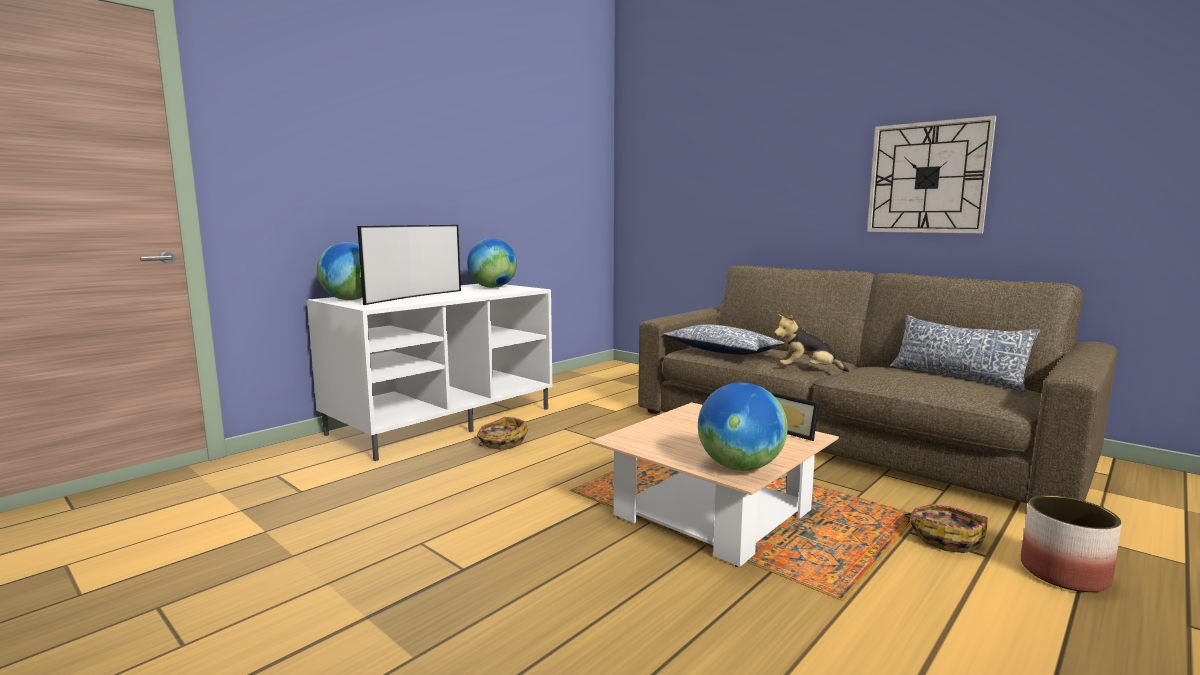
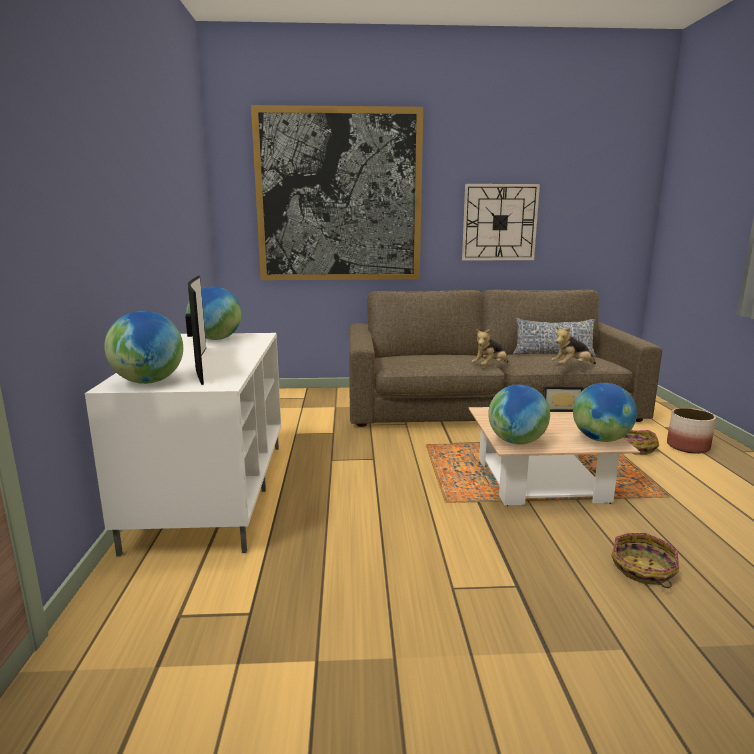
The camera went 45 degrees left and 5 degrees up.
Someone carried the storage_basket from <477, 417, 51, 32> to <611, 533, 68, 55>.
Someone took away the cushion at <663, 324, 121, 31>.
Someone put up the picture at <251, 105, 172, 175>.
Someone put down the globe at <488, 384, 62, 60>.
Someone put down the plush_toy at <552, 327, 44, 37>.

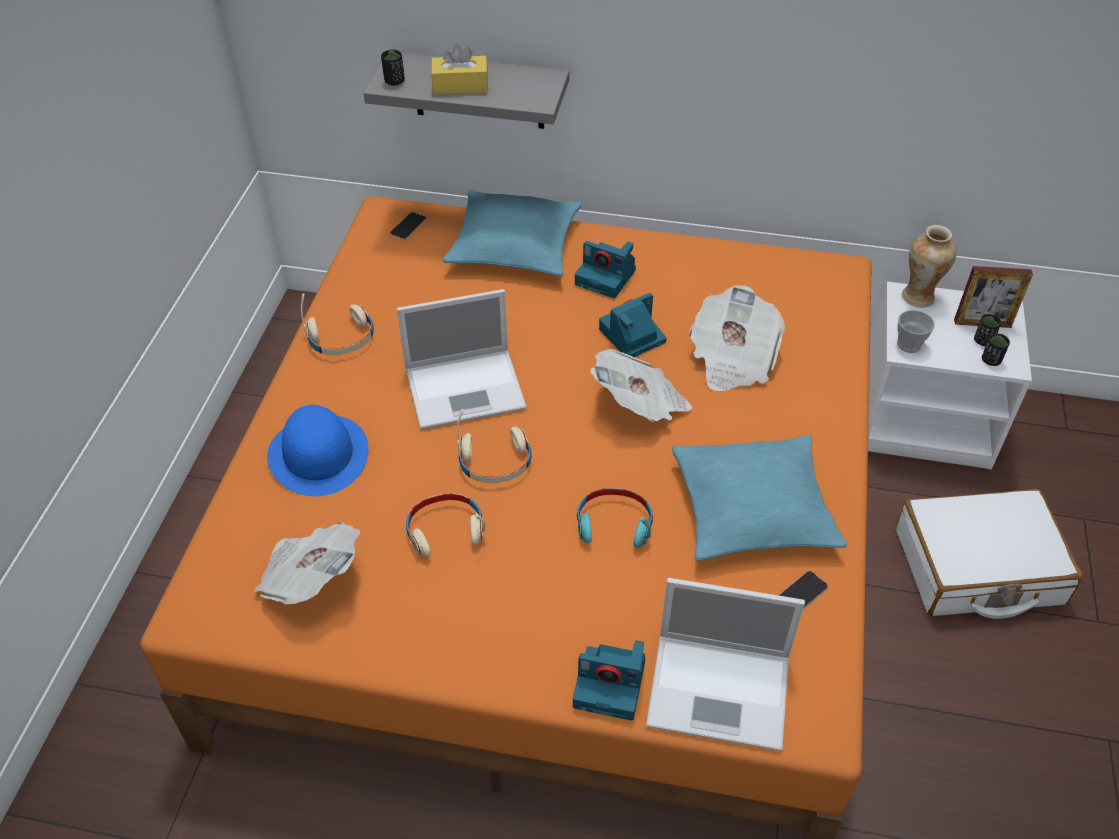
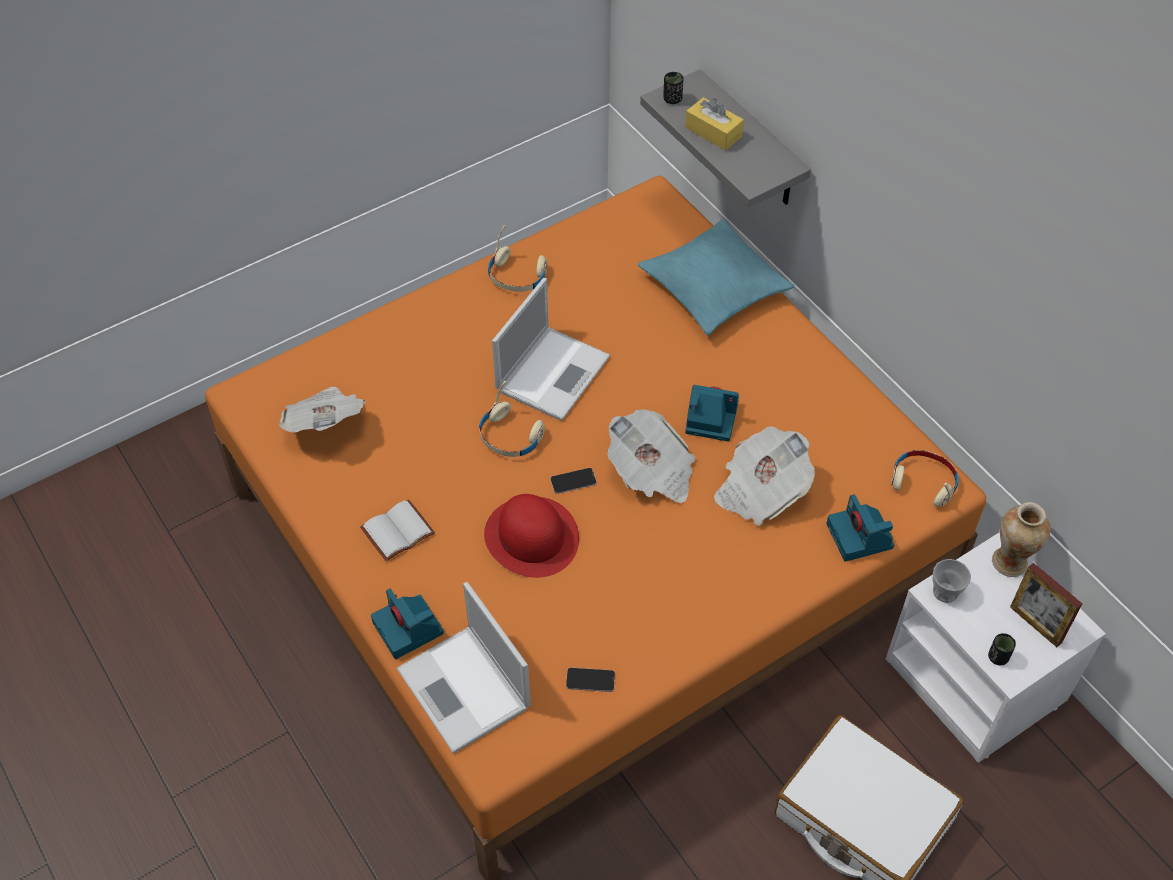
The camera went 45 degrees right and 5 degrees up.
Someone took away the blue_clothing_hat at <267, 405, 101, 91>.
Someone carried the telephone from <390, 212, 37, 28> to <550, 468, 47, 26>.
Someone rotated the notebook_computer at <397, 289, 130, 141> by 90 degrees counterclockwise.
Someone carried the beige_headphones from <406, 493, 79, 64> to <891, 450, 68, 57>.
Someone carried the still_camera from <575, 241, 61, 57> to <826, 494, 68, 68>.
Someone swapped the blue-green_headphones at <577, 488, 76, 60> for the red_clothing_hat at <484, 494, 95, 84>.
Someone took away the blue-green_cushion at <672, 435, 175, 126>.
Someone took away the blackish_cup at <974, 314, 27, 32>.
Someone put down the whitish_volume at <360, 499, 75, 63>.

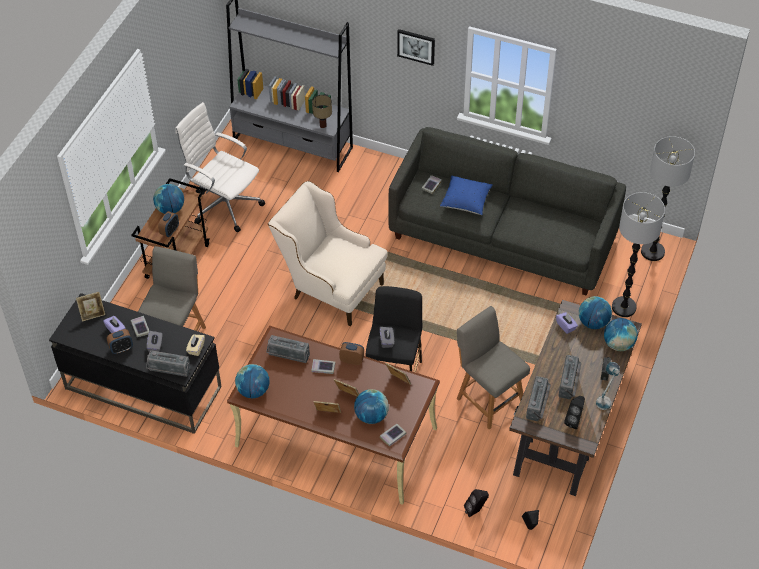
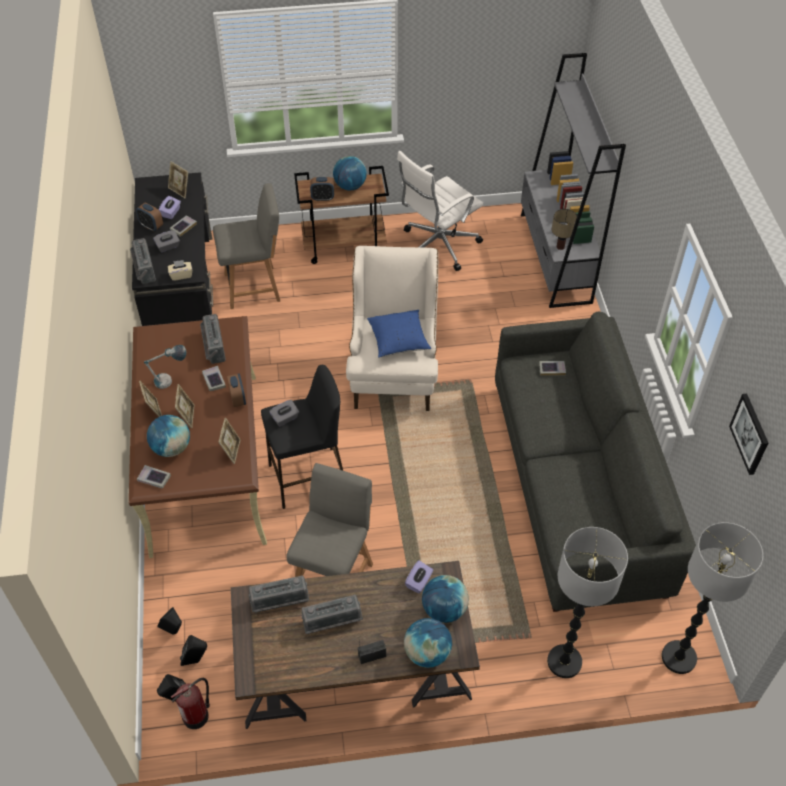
The camera went 60 degrees right and 0 degrees up.
Someone rotated the whitish_desk_chair at <175, 102, 90, 130> by 135 degrees counterclockwise.
Someone took away the globe at <235, 364, 34, 34>.
Someone carried the picture from <397, 29, 38, 37> to <729, 394, 39, 81>.
Someone carried the blue_cushion from <440, 175, 53, 40> to <367, 310, 64, 48>.
Someone carried the blackish_loudspeaker from <564, 396, 21, 33> to <180, 635, 27, 31>.
Someone carried the tabletop_lamp from <596, 362, 24, 48> to <144, 345, 42, 44>.
Someone put down the extinguisher at <171, 678, 39, 51>.

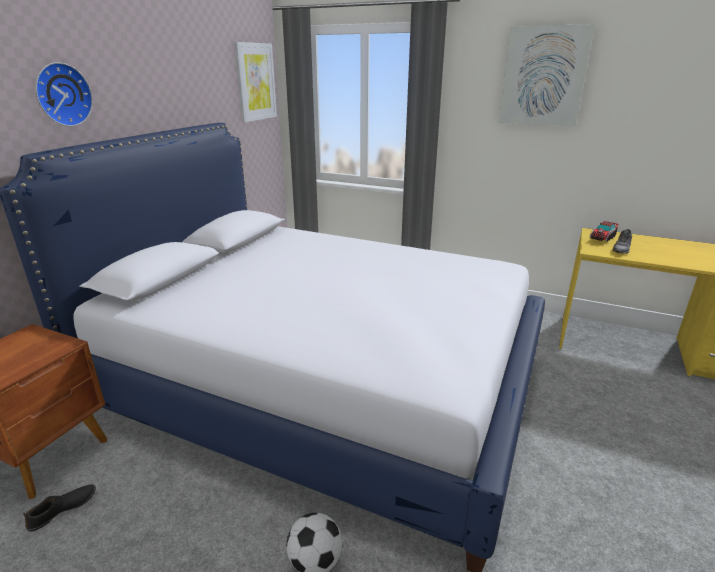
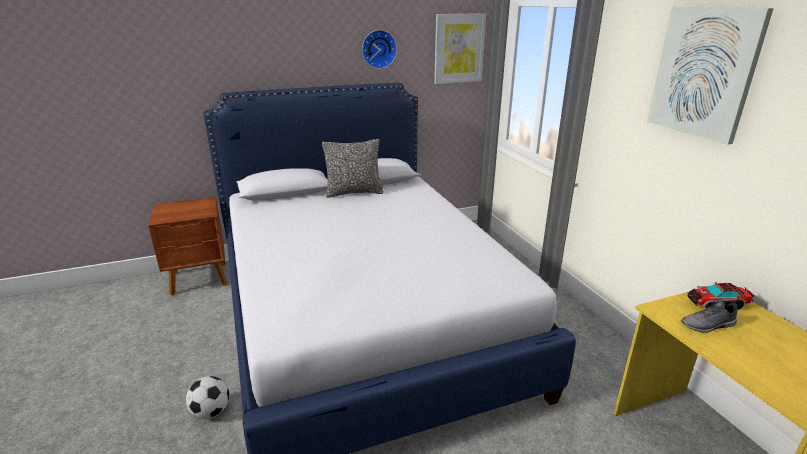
The camera went 45 degrees right and 0 degrees up.
Someone took away the blackish_low_shoe at <23, 485, 73, 47>.
Someone carried the wall_clock from <35, 62, 58, 65> to <362, 30, 35, 39>.
Someone put down the cushion at <322, 139, 62, 59>.

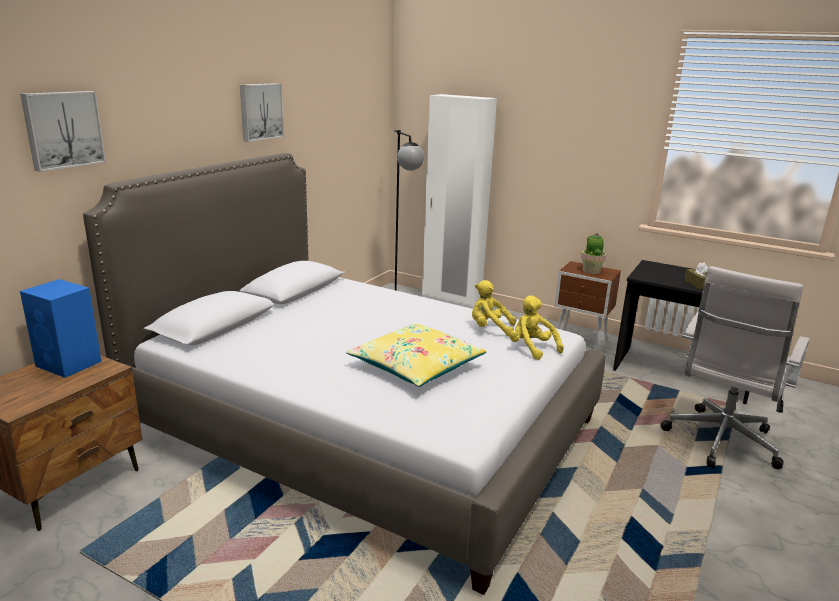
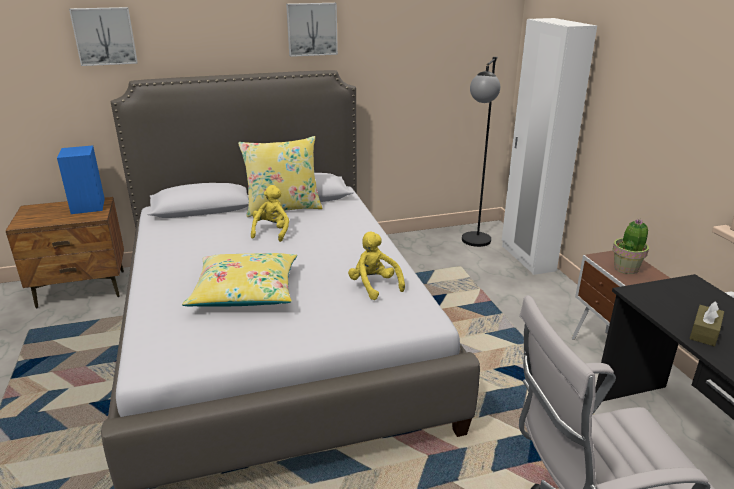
The camera went 45 degrees right and 5 degrees up.
Someone carried the yellow-coloured_plush_toy from <509, 295, 55, 65> to <251, 185, 38, 57>.
Someone put down the yellow-coloured_cushion at <238, 136, 85, 81>.

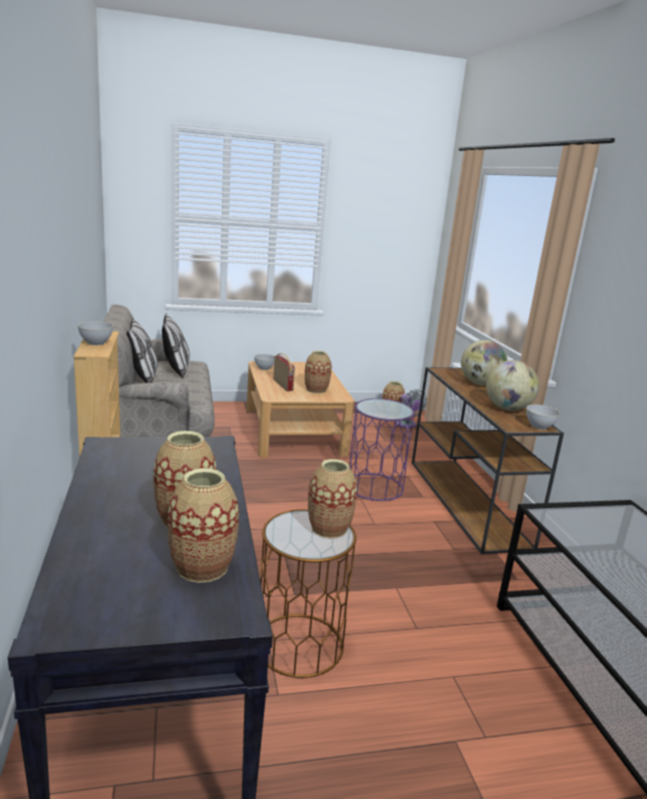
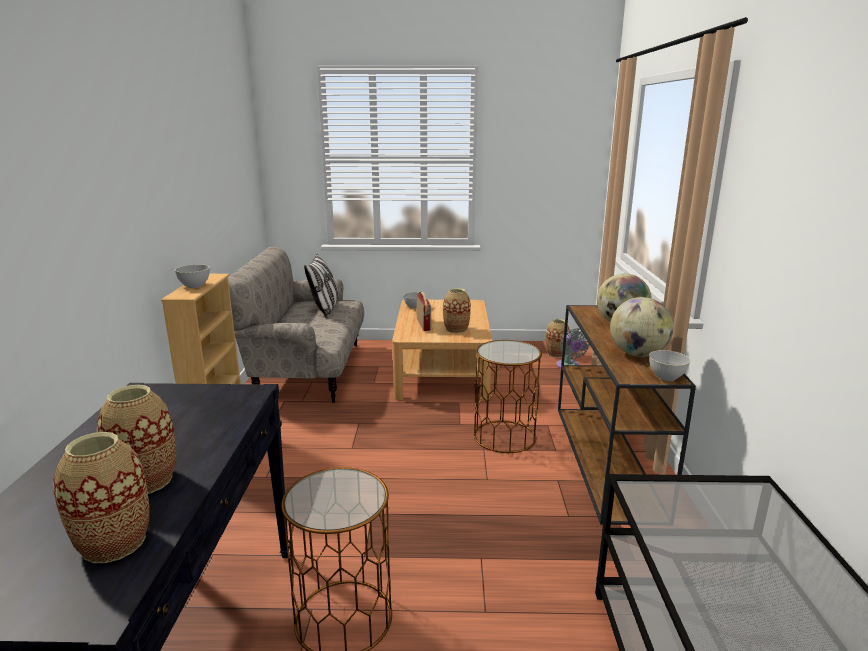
The camera went 15 degrees right and 0 degrees up.
Someone took away the cushion at <127, 318, 31, 65>.
Someone took away the vase at <308, 459, 49, 80>.
Someone repainted the purple-coloured_accent_table at <349, 398, 66, 103>, which became the brown-coloured_accent_table at <474, 340, 68, 113>.

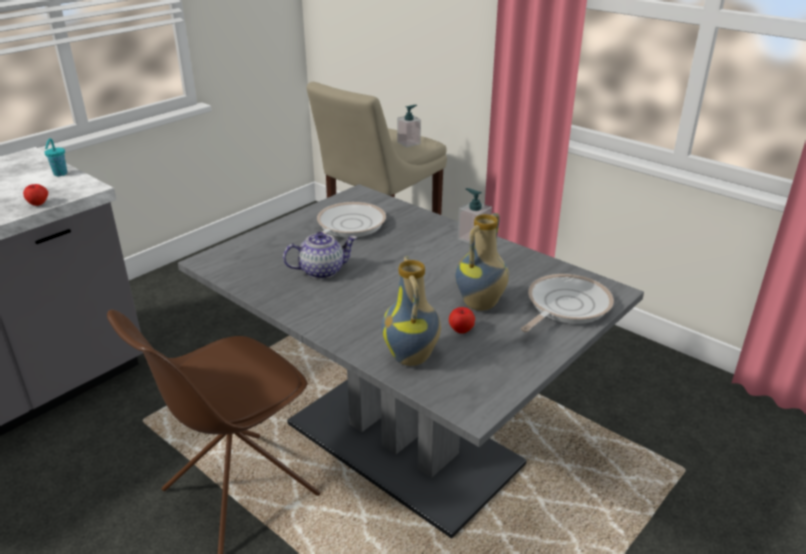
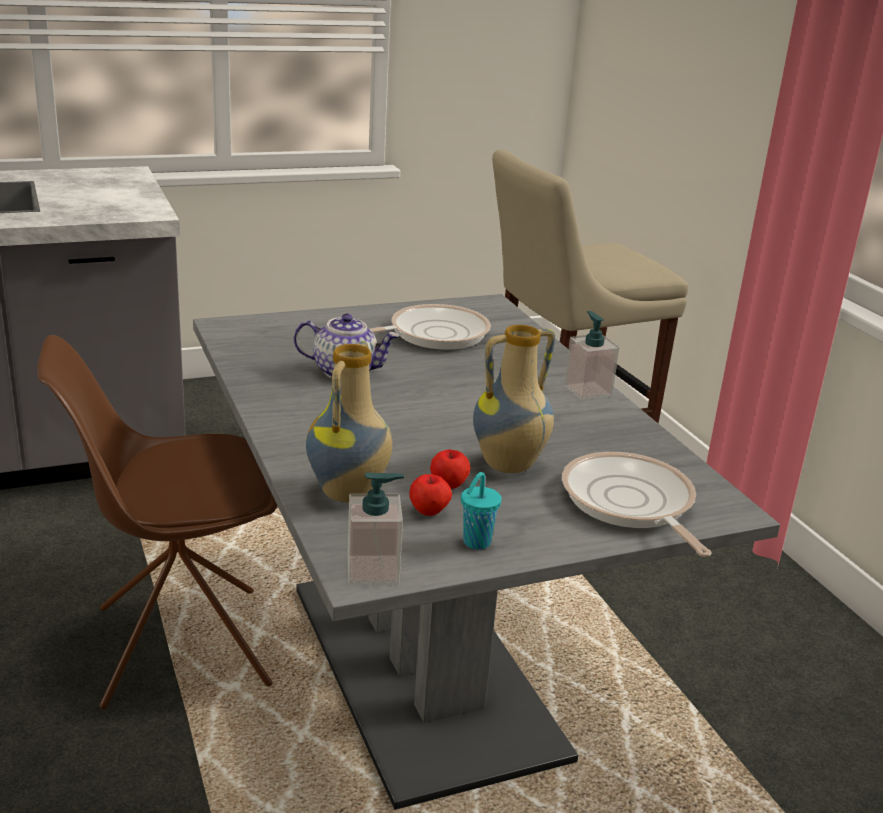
The camera went 25 degrees right and 5 degrees down.
Someone carried the apple_fruit from <23, 184, 25, 22> to <409, 474, 43, 42>.
Someone carried the blue-green_cup from <44, 138, 23, 38> to <461, 472, 41, 77>.
Someone carried the soap_dispenser from <397, 105, 24, 42> to <348, 472, 56, 113>.
Someone rotated the pan at <521, 274, 93, 58> by 90 degrees counterclockwise.

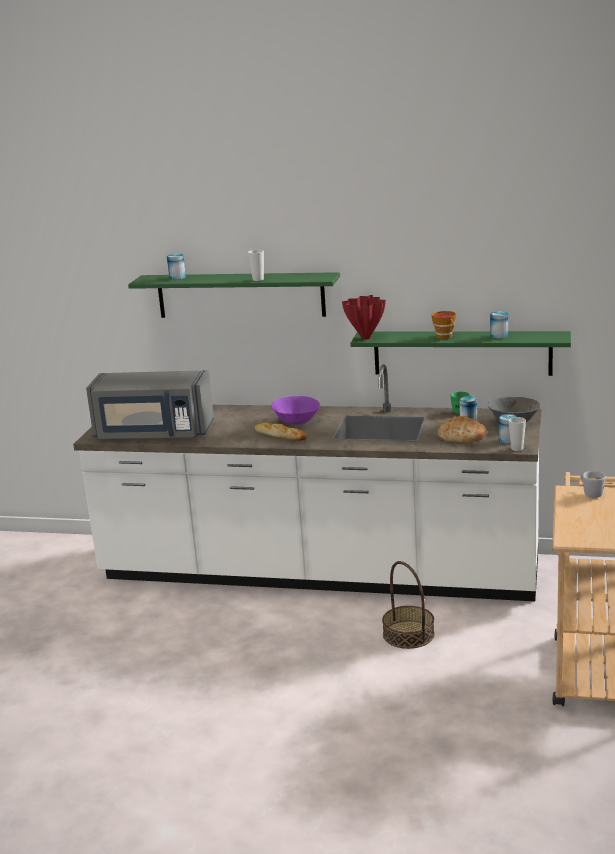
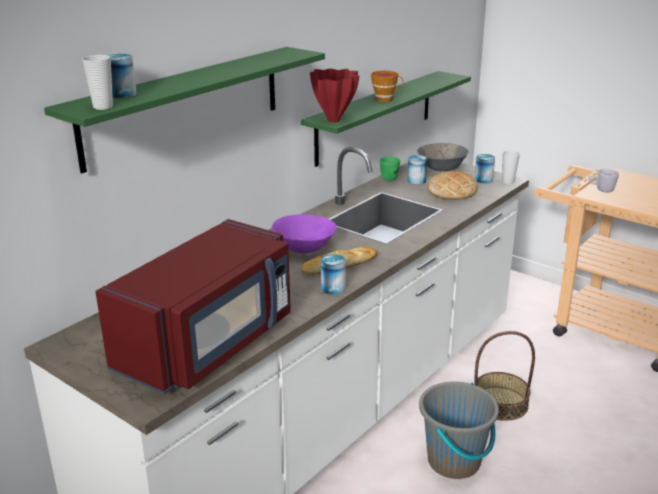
The camera went 65 degrees left and 5 degrees up.
Someone repainted the gray_microwave at <86, 370, 128, 69>, which became the red_microwave at <95, 219, 196, 176>.
Someone carried the cup from <248, 250, 16, 31> to <82, 55, 31, 55>.
Someone carried the metal_can from <490, 311, 18, 28> to <321, 254, 25, 41>.
Someone put down the gray_pail at <419, 382, 80, 97>.

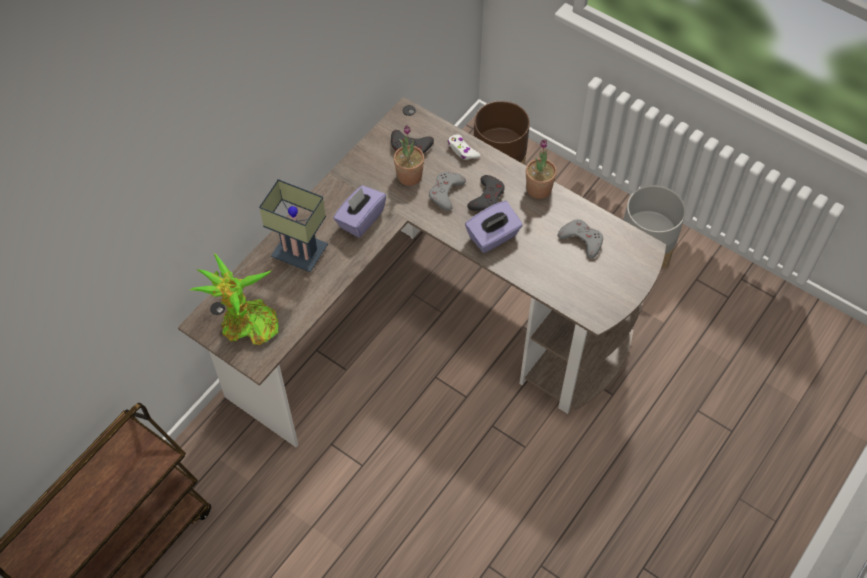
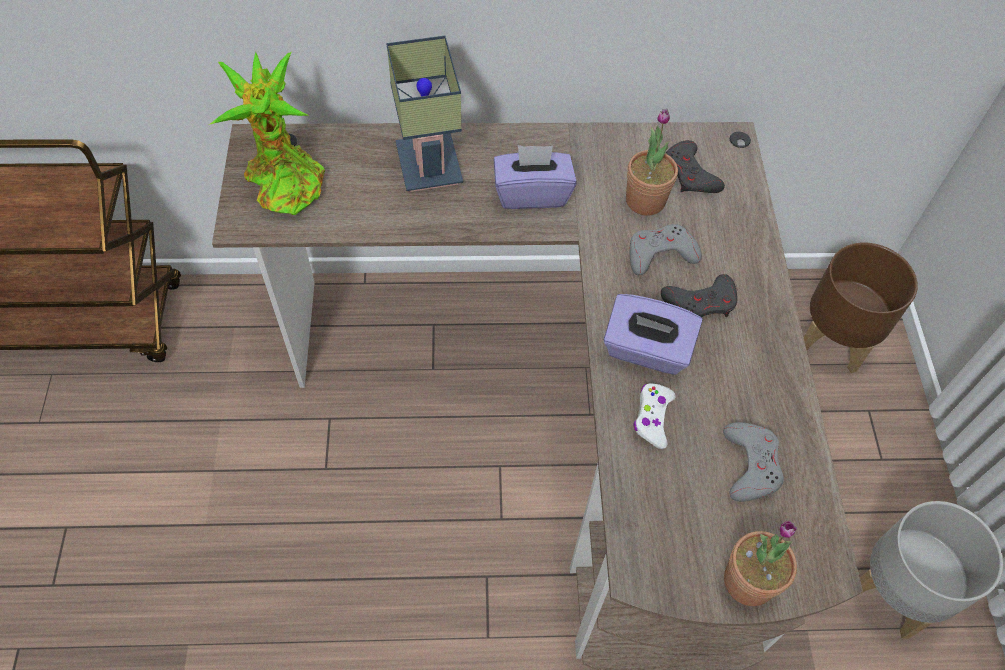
The camera went 50 degrees right and 0 degrees up.
Someone carried the whitish_gamepad from <448, 135, 32, 25> to <633, 384, 43, 65>.
Someone carried the plant_in_a_pot from <526, 139, 31, 60> to <724, 521, 73, 85>.

